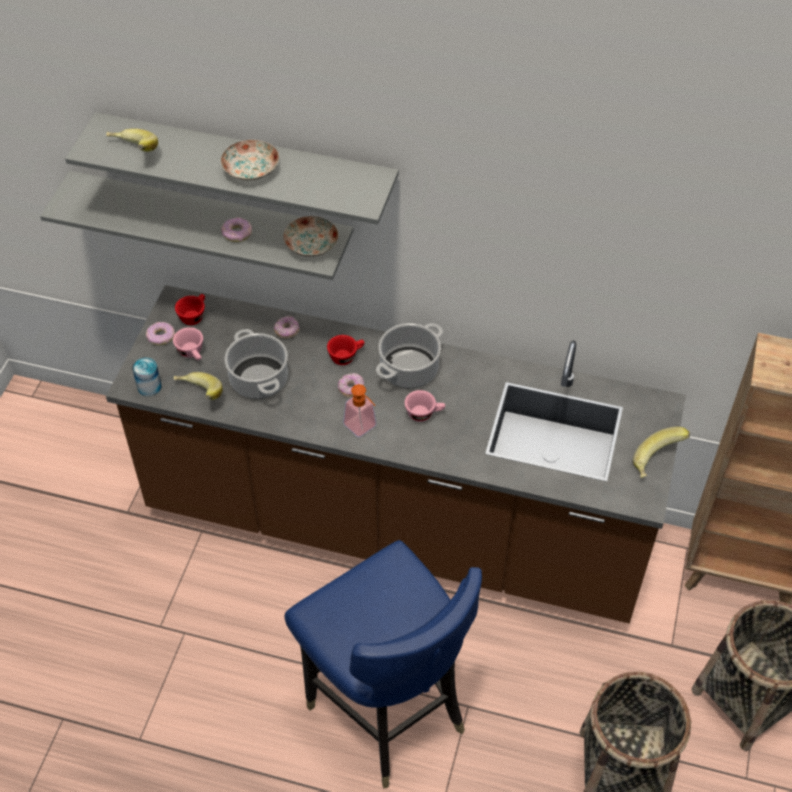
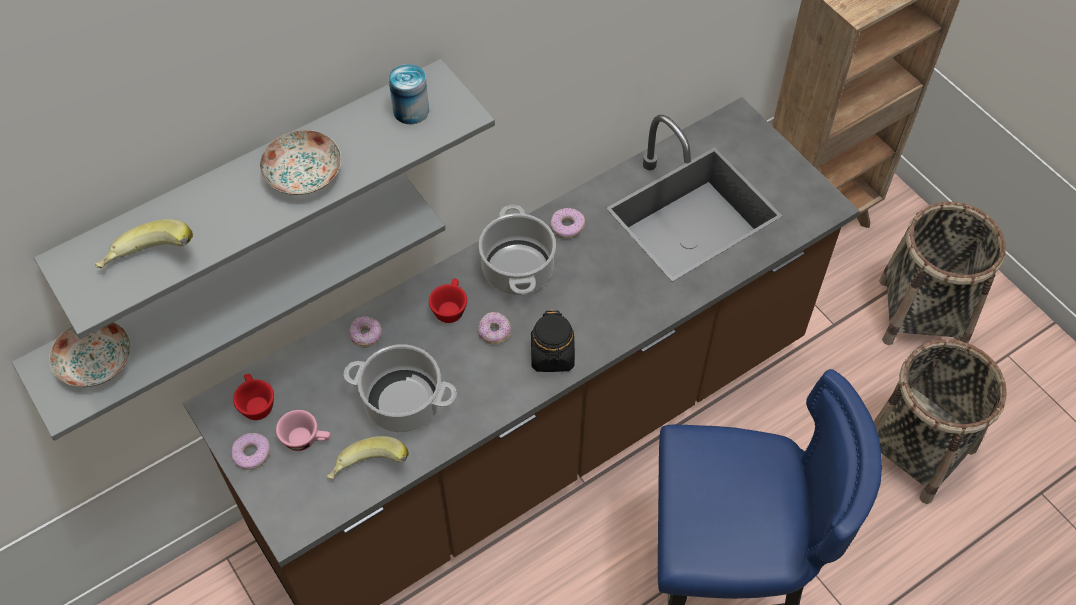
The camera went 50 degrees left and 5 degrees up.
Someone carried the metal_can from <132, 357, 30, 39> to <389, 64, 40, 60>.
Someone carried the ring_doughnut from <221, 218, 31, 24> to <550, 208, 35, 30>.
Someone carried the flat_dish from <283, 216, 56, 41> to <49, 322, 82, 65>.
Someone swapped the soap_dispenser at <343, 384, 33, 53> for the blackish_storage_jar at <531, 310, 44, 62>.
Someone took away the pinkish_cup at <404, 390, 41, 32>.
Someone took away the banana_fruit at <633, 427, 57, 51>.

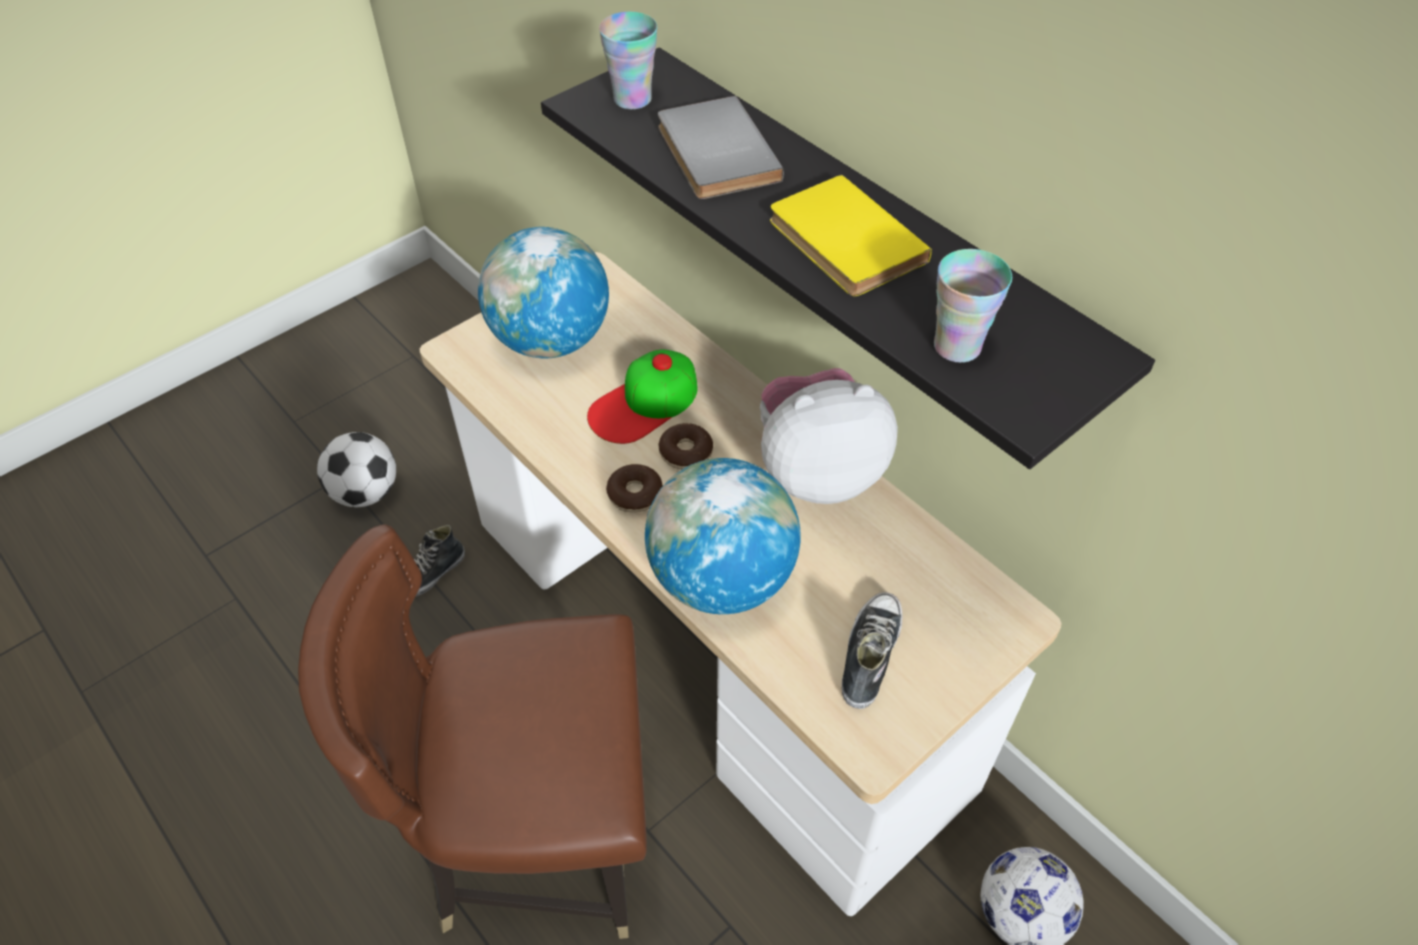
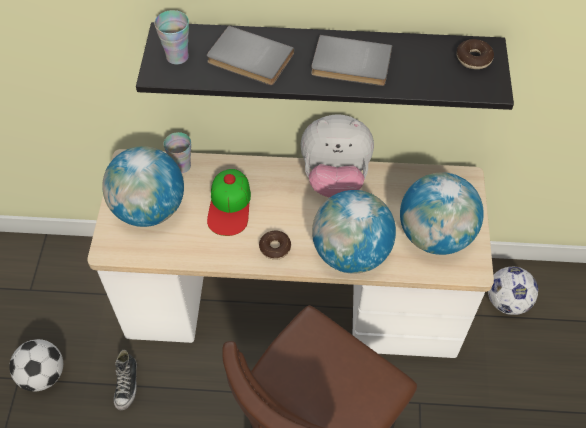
The camera went 45 degrees left and 5 degrees up.
Someone carried the ring_doughnut from <658, 423, 55, 47> to <457, 39, 37, 30>.
Someone rotated the plush_toy at <760, 368, 138, 136> by 120 degrees counterclockwise.
Someone repainted the yellow-coloured_volume at <770, 175, 162, 121>, which became the gray_volume at <311, 35, 81, 51>.
Someone swapped the low_shoe at <842, 592, 60, 117> for the globe at <400, 172, 84, 83>.
Someone carried the cup from <934, 249, 78, 114> to <163, 132, 28, 41>.

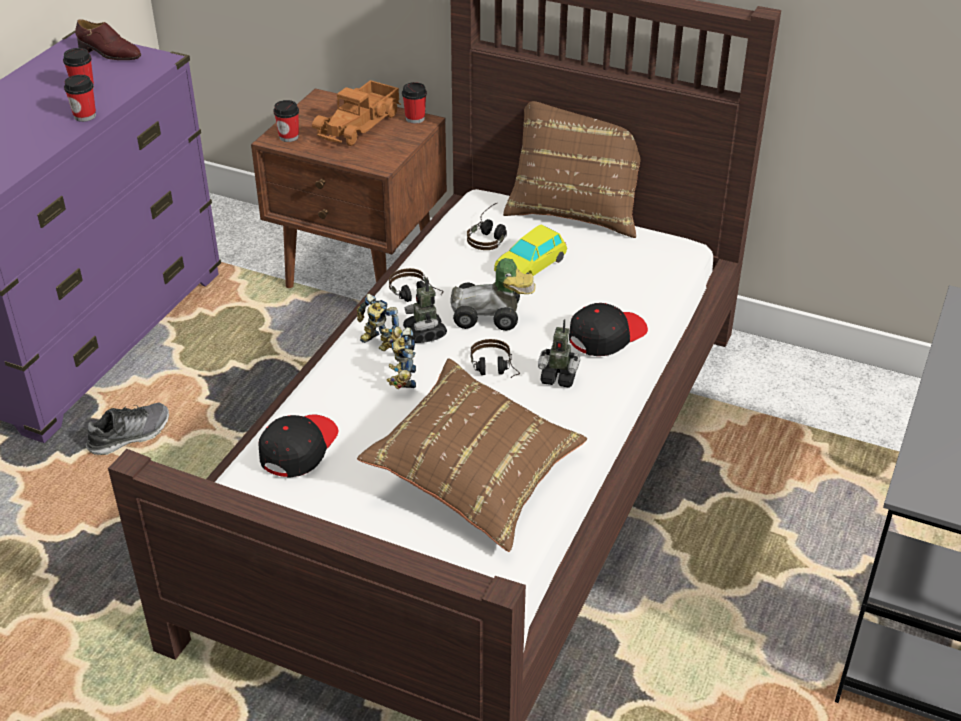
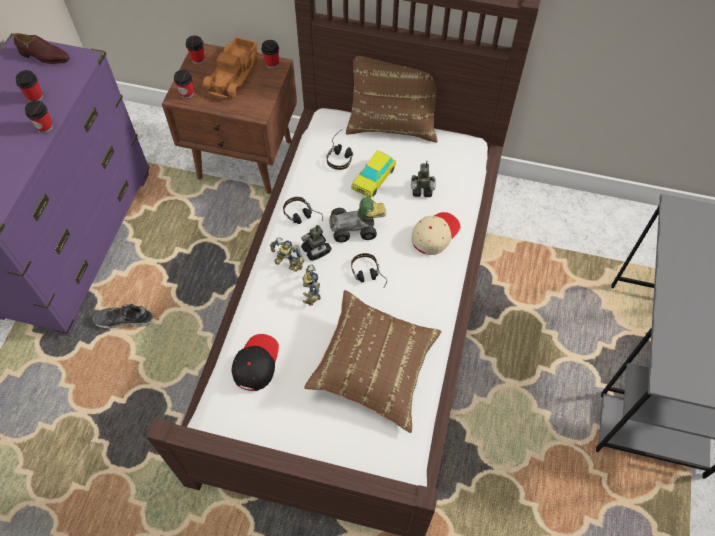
The camera went 10 degrees left and 20 degrees up.
Someone rotated the low_shoe at <86, 402, 83, 53> by 135 degrees counterclockwise.
Someone carried the model_robot from <538, 319, 42, 69> to <411, 161, 25, 36>.
Someone repainted the blackish_peaked_cap at <569, 303, 79, 53>, which became the beige_peaked_cap at <411, 212, 50, 43>.
Someone put down the cup at <186, 36, 19, 29>.

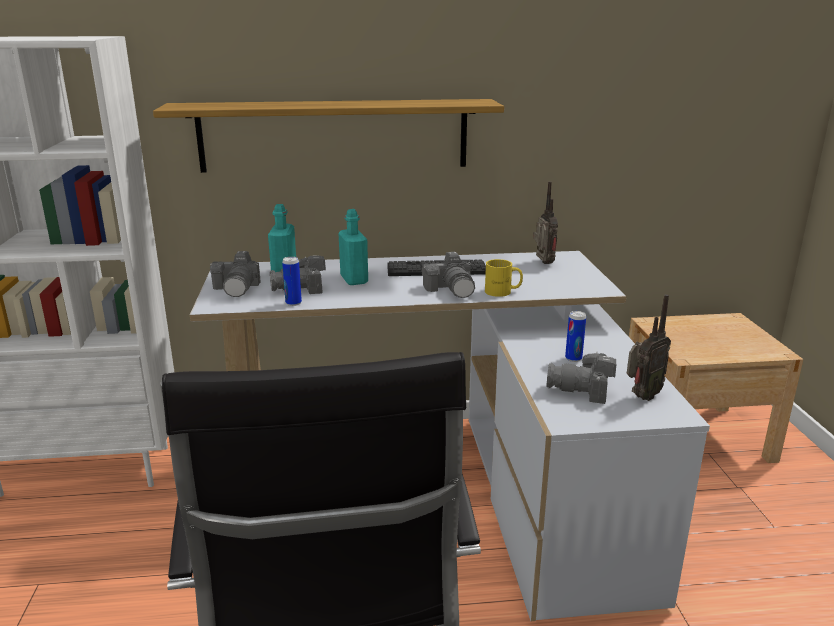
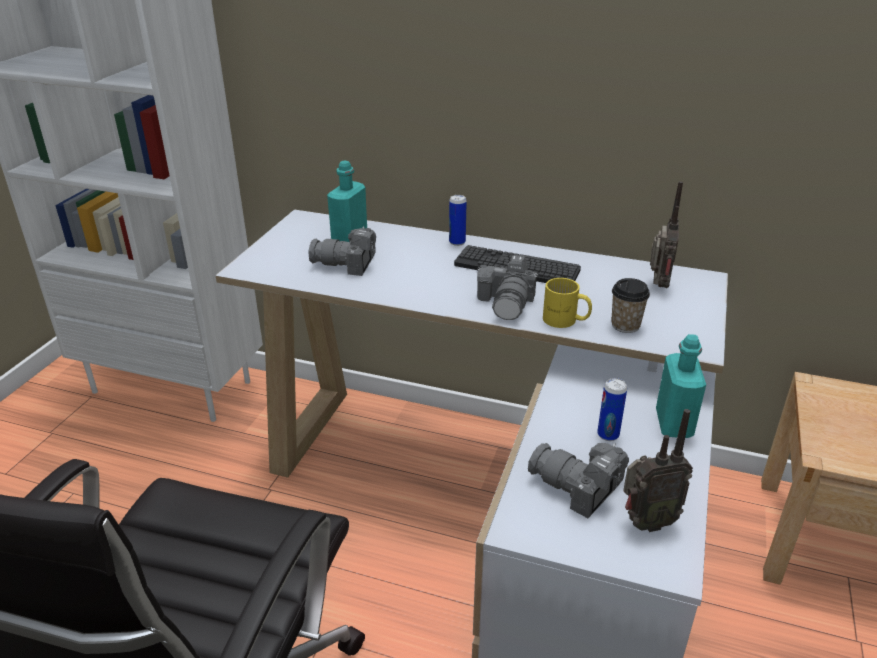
The camera went 25 degrees right and 10 degrees up.
Someone took away the bracket_shelf at <153, 99, 351, 74>.
Someone took away the still_camera at <210, 251, 51, 46>.
Someone carried the metal_can from <282, 257, 20, 49> to <449, 195, 18, 51>.
Someone carried the blue-green_drink_bottle from <338, 209, 30, 76> to <656, 334, 50, 104>.
Someone put down the cup at <611, 278, 39, 55>.

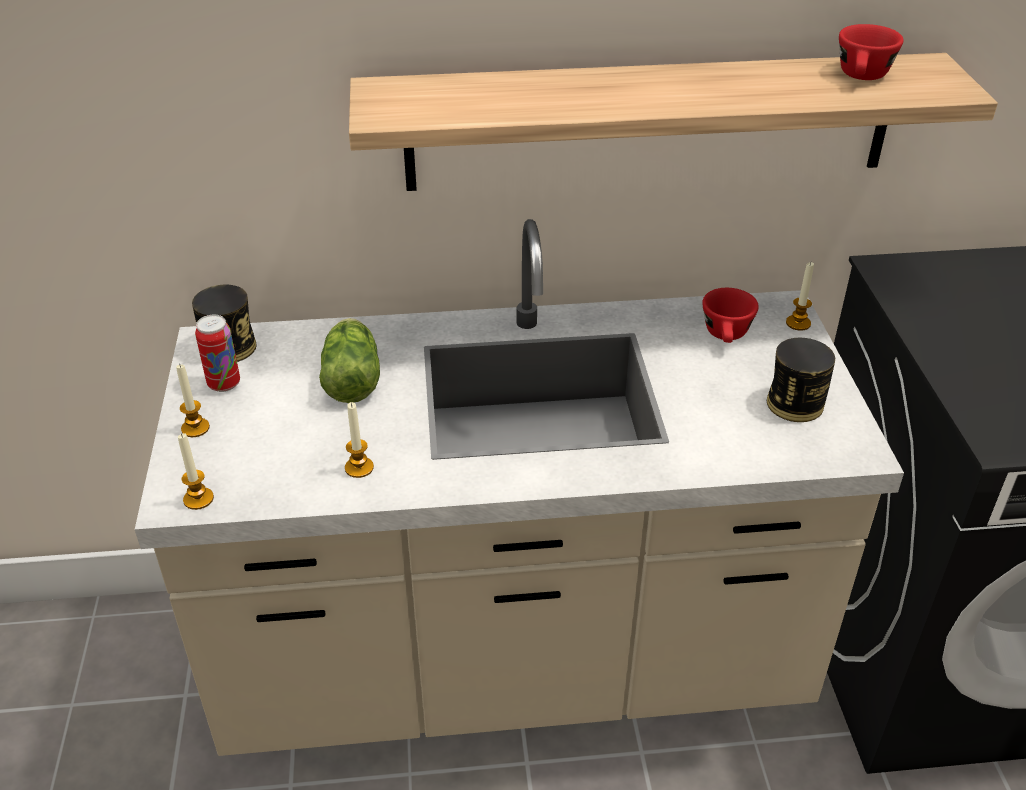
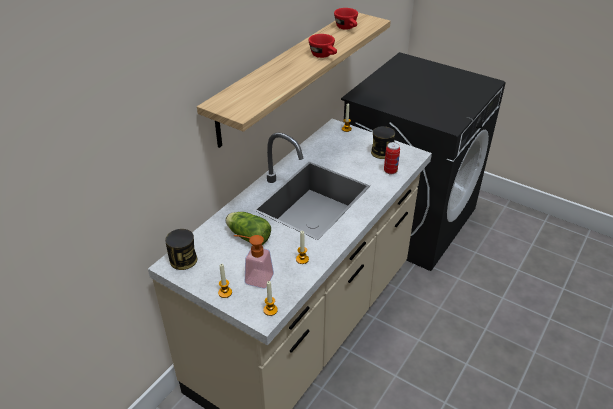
The camera went 50 degrees left and 0 degrees up.
Someone carried the metal_can from <195, 315, 45, 77> to <384, 142, 16, 33>.
Someone carried the red_cup from <702, 288, 57, 55> to <308, 34, 29, 24>.
Someone put down the soap_dispenser at <234, 235, 40, 54>.

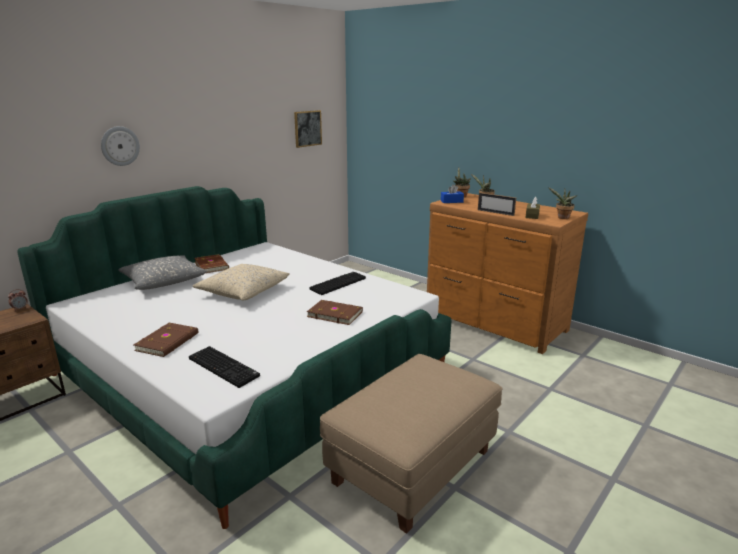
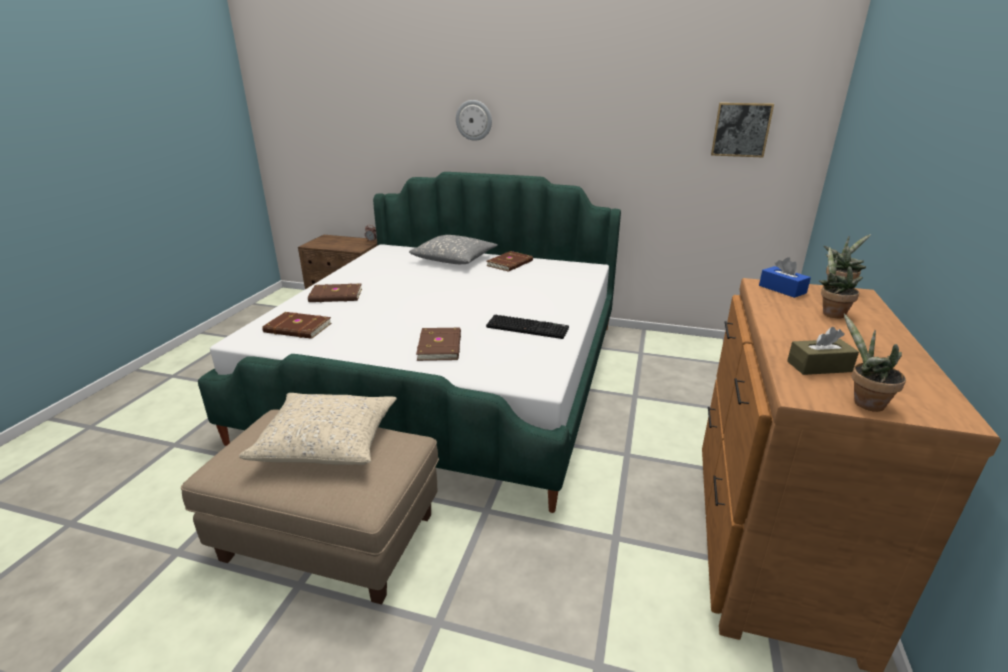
The camera went 65 degrees right and 5 degrees up.
Someone swapped the PC_keyboard at <189, 346, 71, 42> for the brown-coloured_volume at <262, 312, 70, 27>.
Someone carried the beige_cushion from <193, 264, 97, 37> to <239, 393, 158, 72>.
Someone took away the standing_frame at <478, 193, 38, 23>.

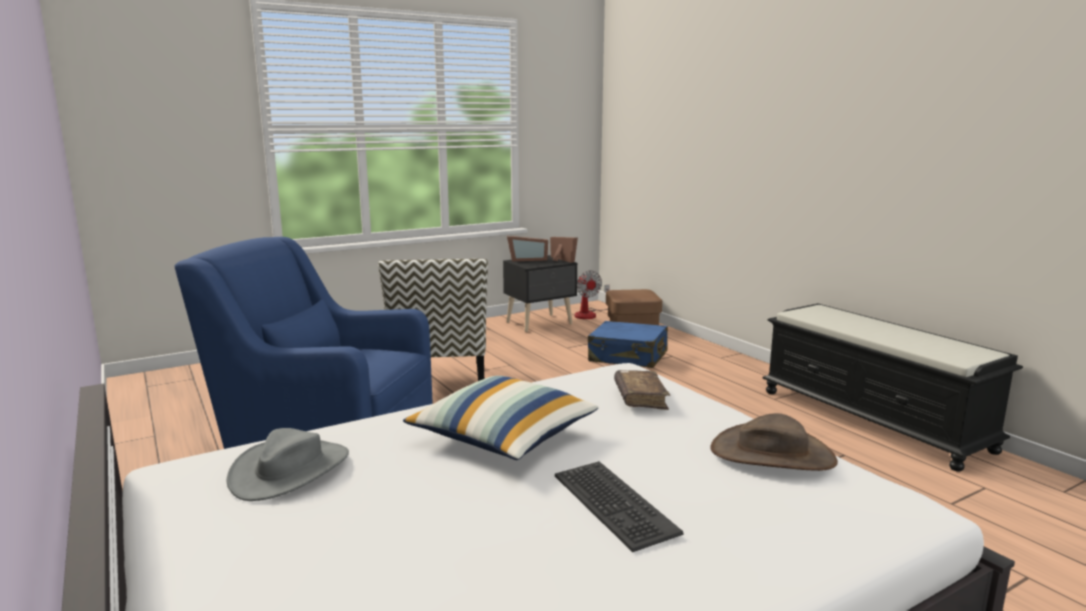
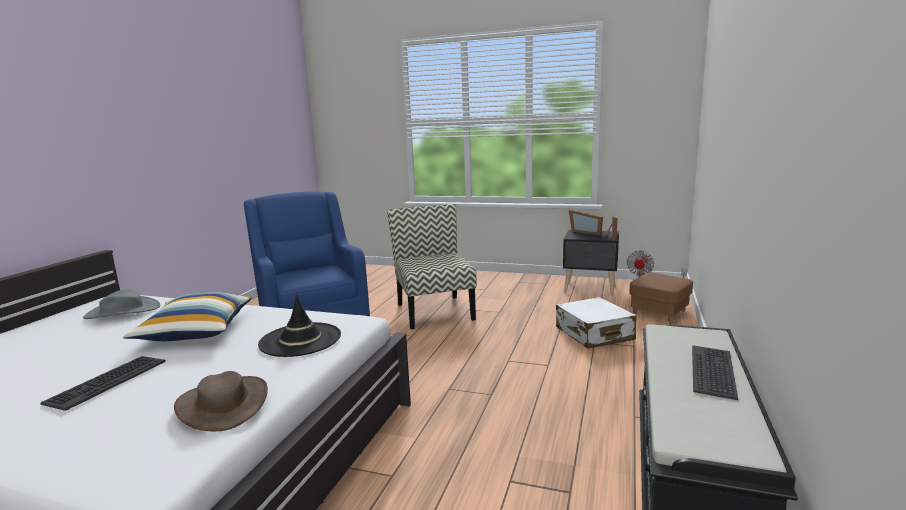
The camera went 50 degrees right and 0 degrees up.
Someone rotated the chair at <378, 259, 110, 122> by 120 degrees clockwise.
Someone repainted the blue_piece_of_luggage at <588, 321, 80, 47>, which became the whitish_piece_of_luggage at <556, 297, 81, 52>.
Someone swapped the brown-coloured_volume at <614, 370, 56, 40> for the blackish_clothing_hat at <258, 294, 83, 63>.
Someone put down the PC_keyboard at <692, 346, 46, 54>.

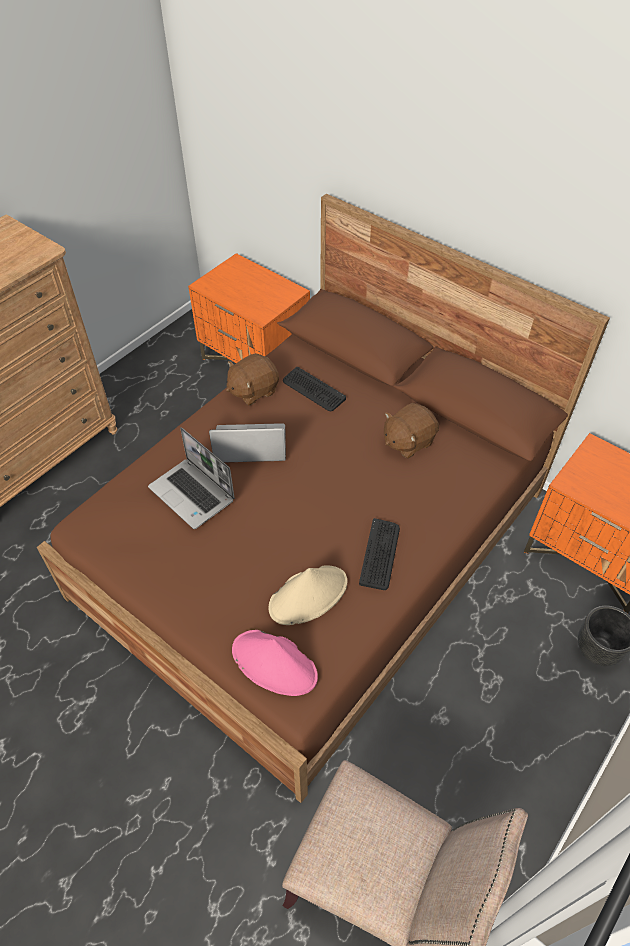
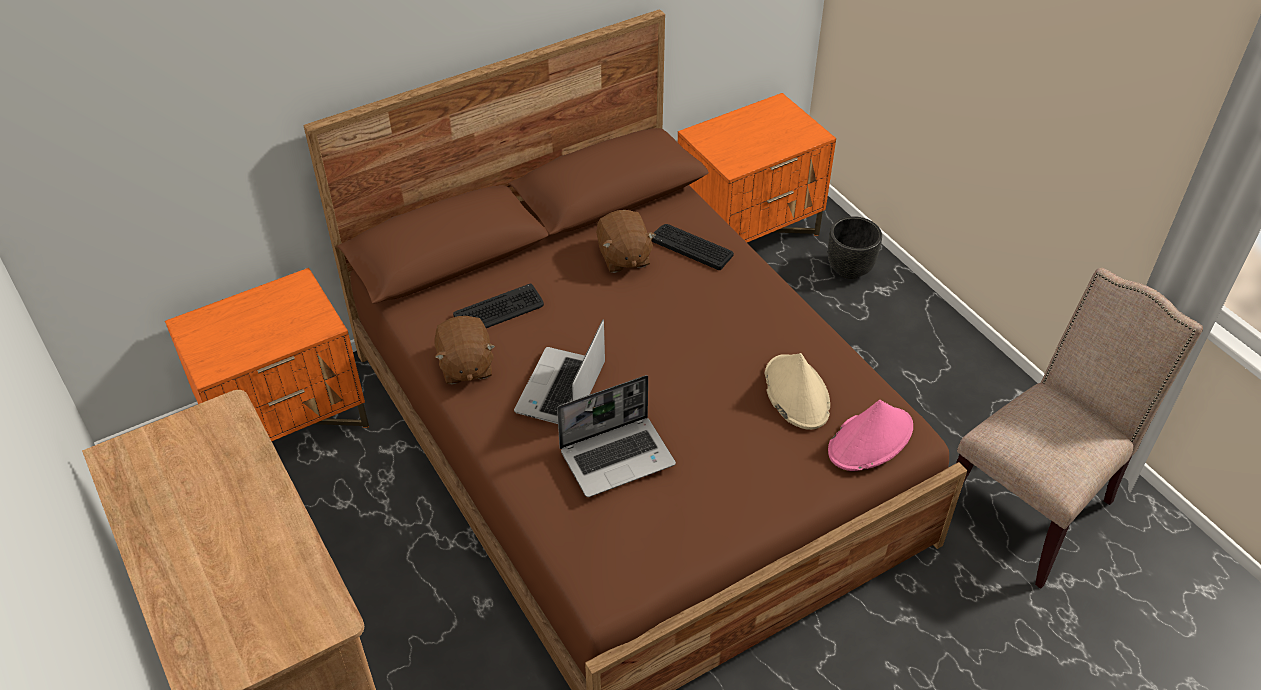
The camera went 70 degrees left and 5 degrees down.
Someone carried the PC_keyboard from <359, 518, 41, 72> to <651, 224, 83, 46>.

